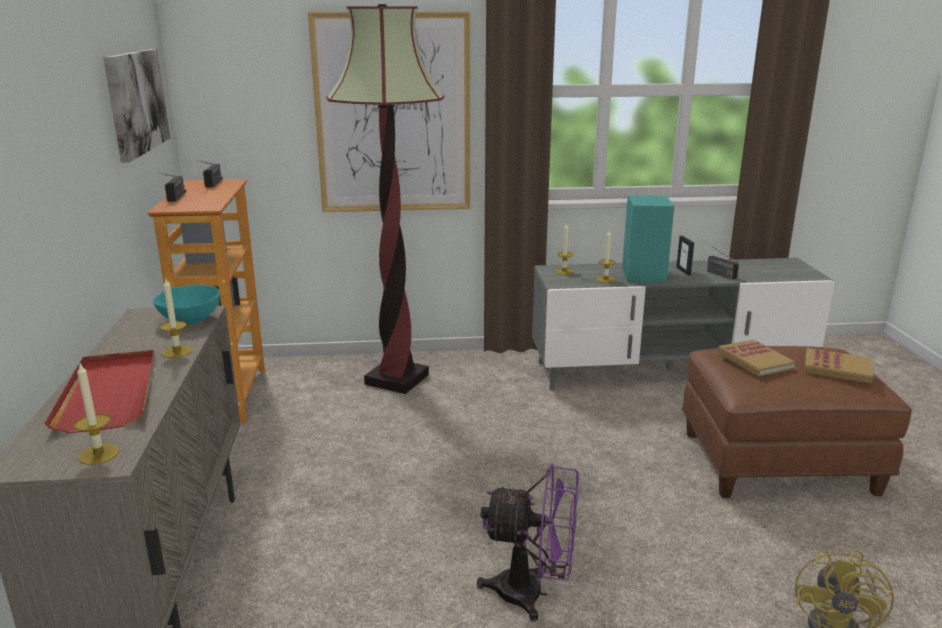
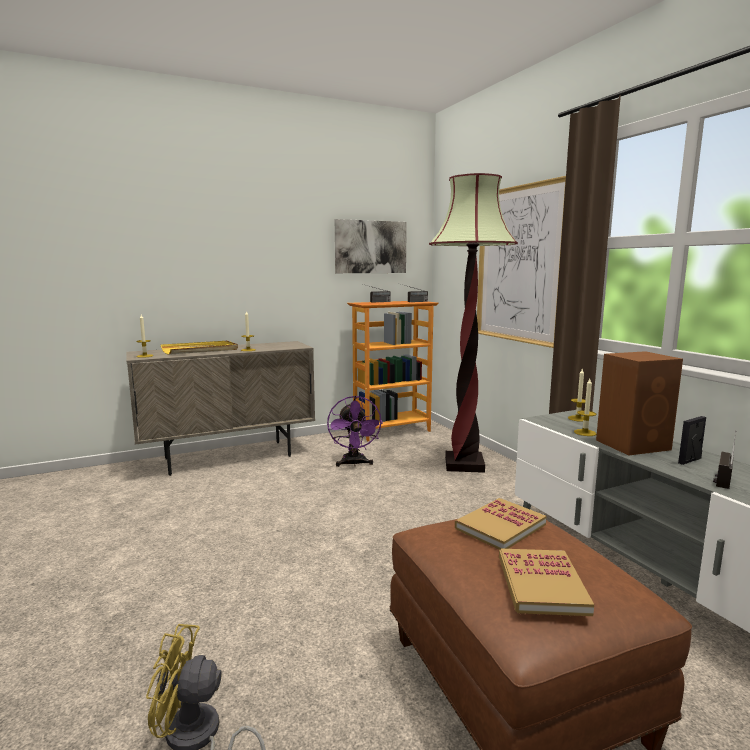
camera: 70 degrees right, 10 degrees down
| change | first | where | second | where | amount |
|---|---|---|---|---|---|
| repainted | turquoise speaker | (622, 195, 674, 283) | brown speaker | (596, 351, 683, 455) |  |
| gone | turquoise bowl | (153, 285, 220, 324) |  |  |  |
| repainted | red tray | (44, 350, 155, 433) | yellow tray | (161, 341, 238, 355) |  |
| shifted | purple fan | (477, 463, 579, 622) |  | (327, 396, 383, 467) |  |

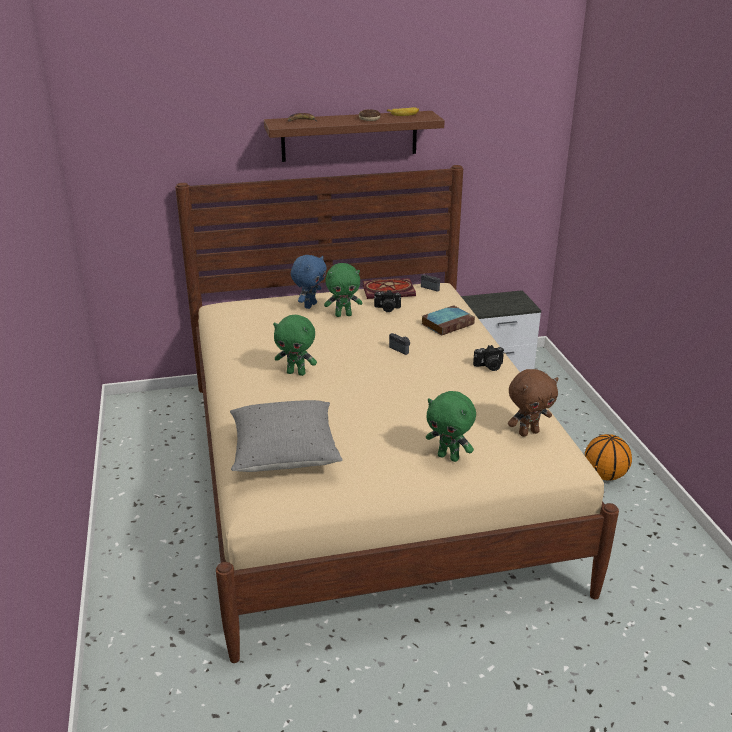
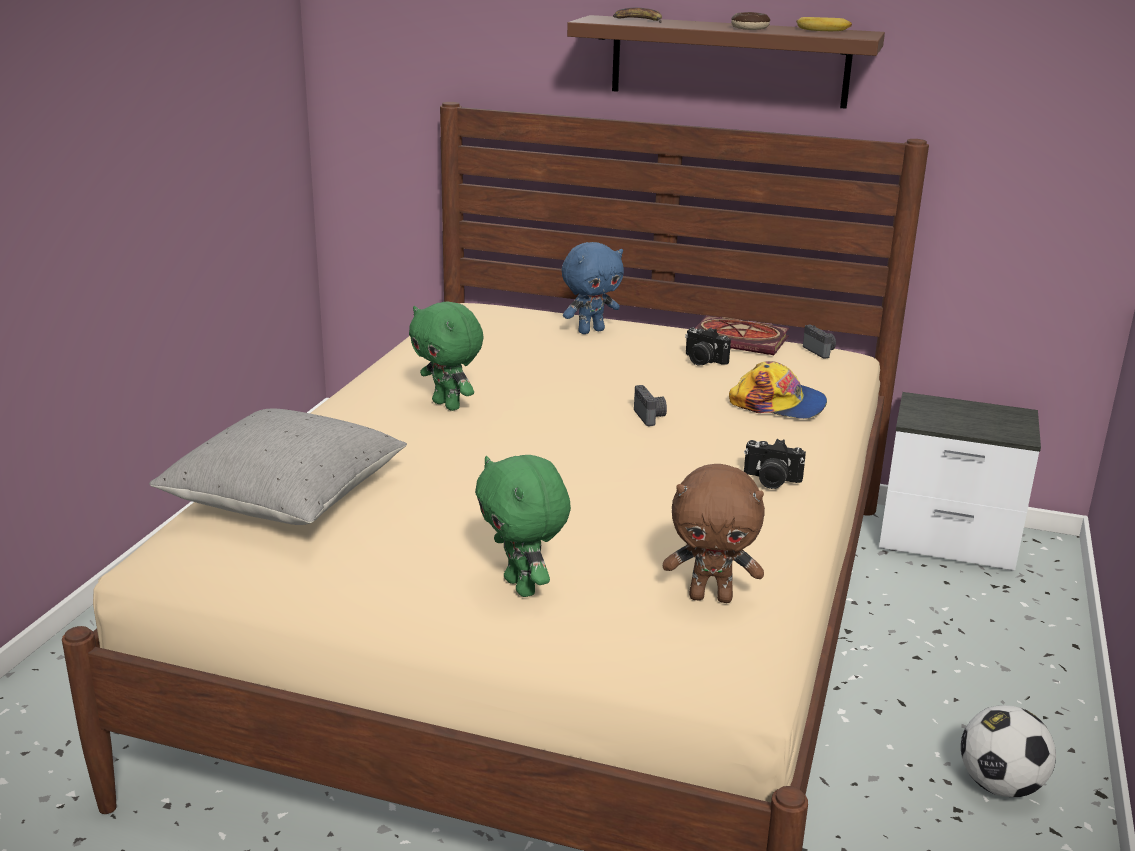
camera: 30 degrees right, 5 degrees down
| change | first | where | second | where | amount |
|---|---|---|---|---|---|
| gone | green plush toy | (324, 263, 362, 317) |  |  |  |
| swapped | book | (422, 305, 475, 336) | cap | (729, 361, 827, 419) |  |
| swapped | basketball | (585, 434, 632, 481) | football | (961, 705, 1056, 797) |  |

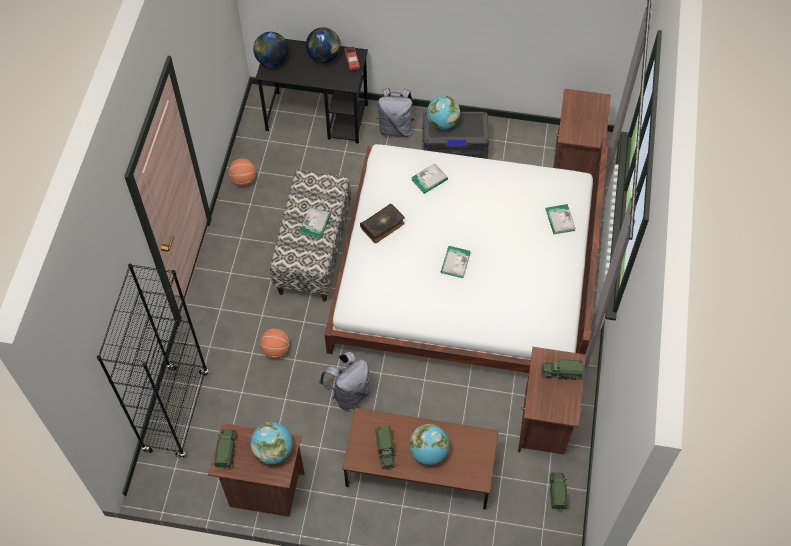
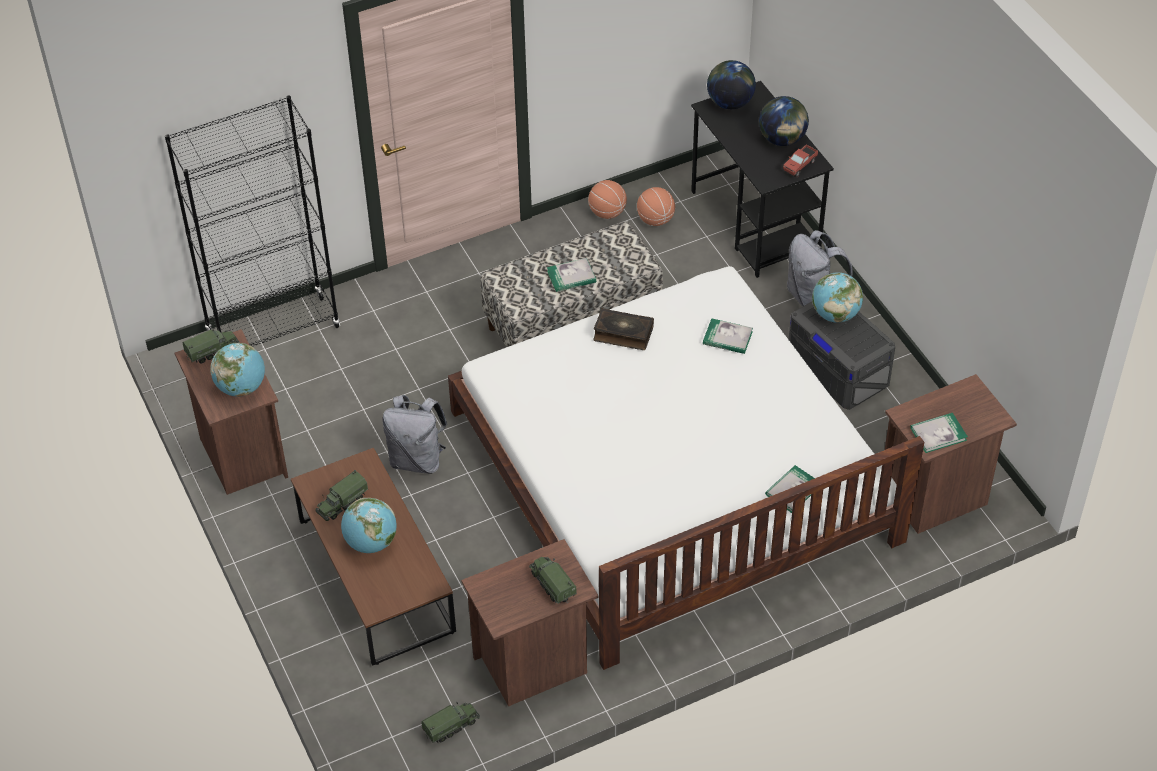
camera: 55 degrees right, 10 degrees down
| change | first | where | second | where | amount |
|---|---|---|---|---|---|
| shifted | book | (441, 246, 471, 278) |  | (910, 413, 968, 453) |  |
| shifted | basketball | (260, 328, 290, 359) |  | (637, 187, 675, 226) |  |

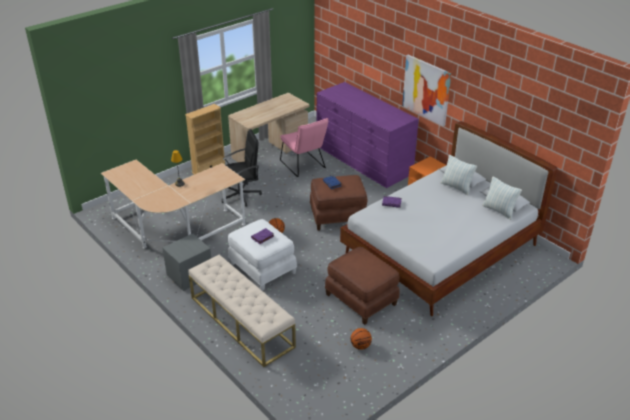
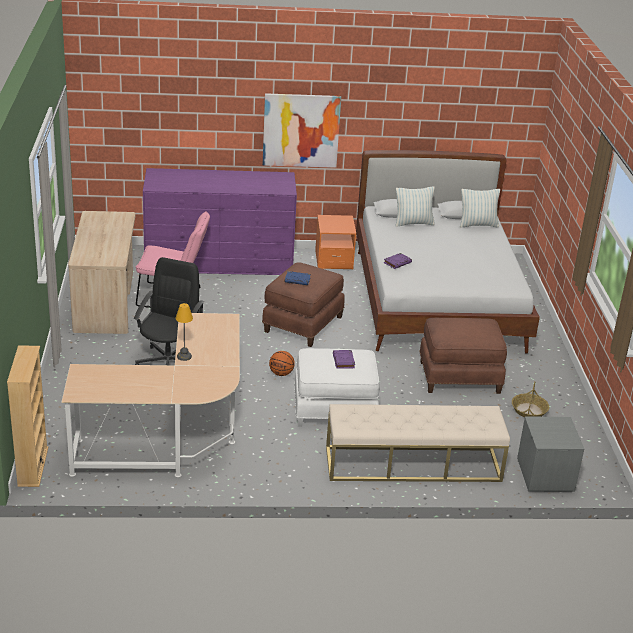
camera: 55 degrees left, 5 degrees down
| change | first | where | second | where | amount |
|---|---|---|---|---|---|
| shifted | beige bookcase | (185, 104, 225, 175) |  | (7, 345, 48, 487) |  |
| shifted | grey nightstand | (162, 233, 211, 291) |  | (517, 416, 585, 492) |  |
| swapped | basketball | (351, 328, 372, 350) | basket | (512, 382, 549, 417) |  |

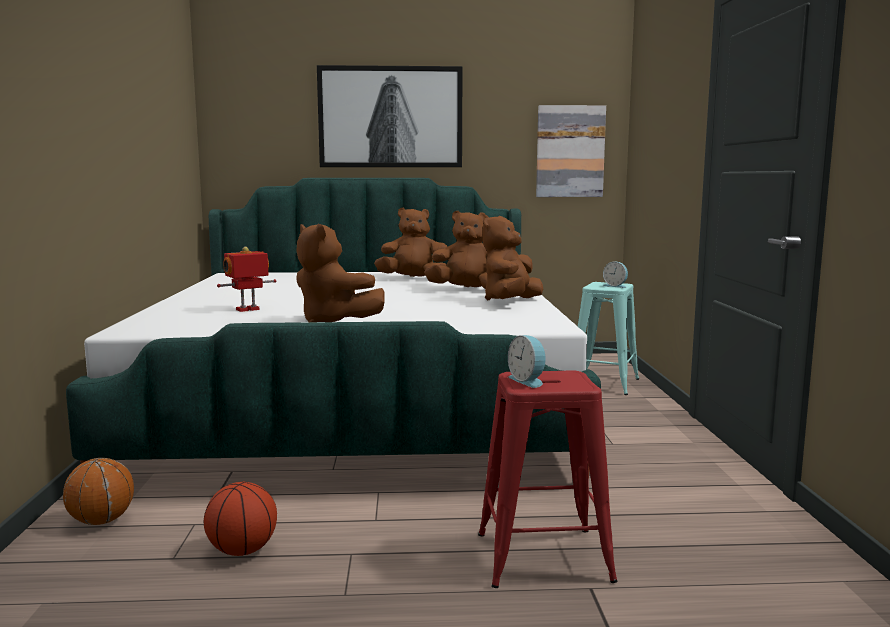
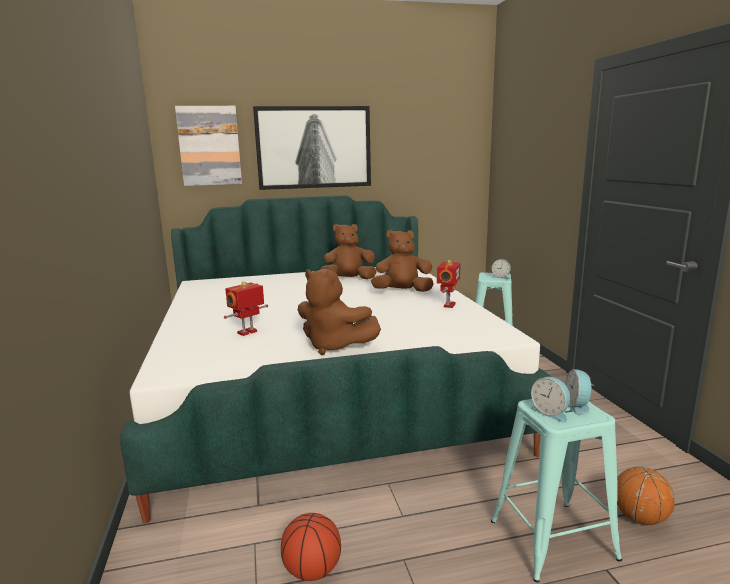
camera: 10 degrees left, 5 degrees up
| change | first | where | second | where | amount |
|---|---|---|---|---|---|
| shifted | picture | (536, 105, 606, 197) |  | (175, 106, 242, 186) |  |
| swapped | brown plush toy | (482, 215, 543, 300) | toy robot | (437, 260, 461, 308) |  |
| repainted | red stool | (478, 370, 618, 588) | turquoise stool | (491, 399, 622, 583) |  |
| shifted | basketball | (63, 458, 134, 525) |  | (617, 467, 675, 525) |  |
| new |  |  | alarm clock | (565, 369, 595, 415) |  |

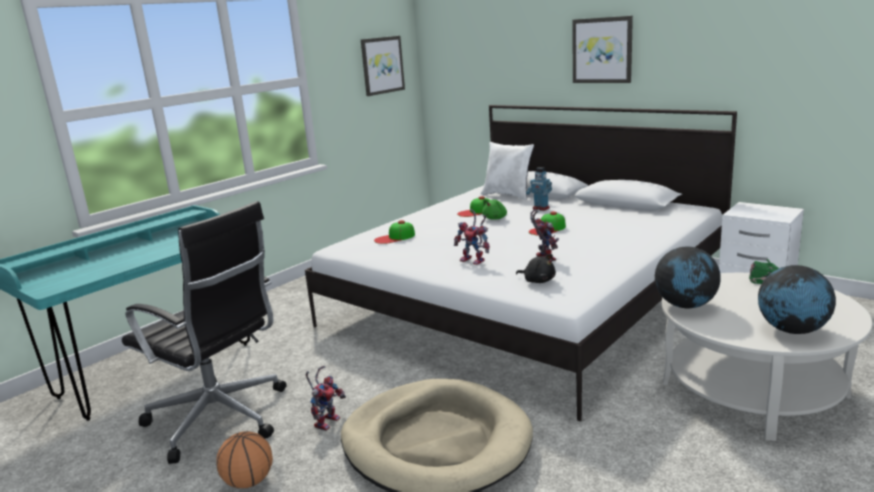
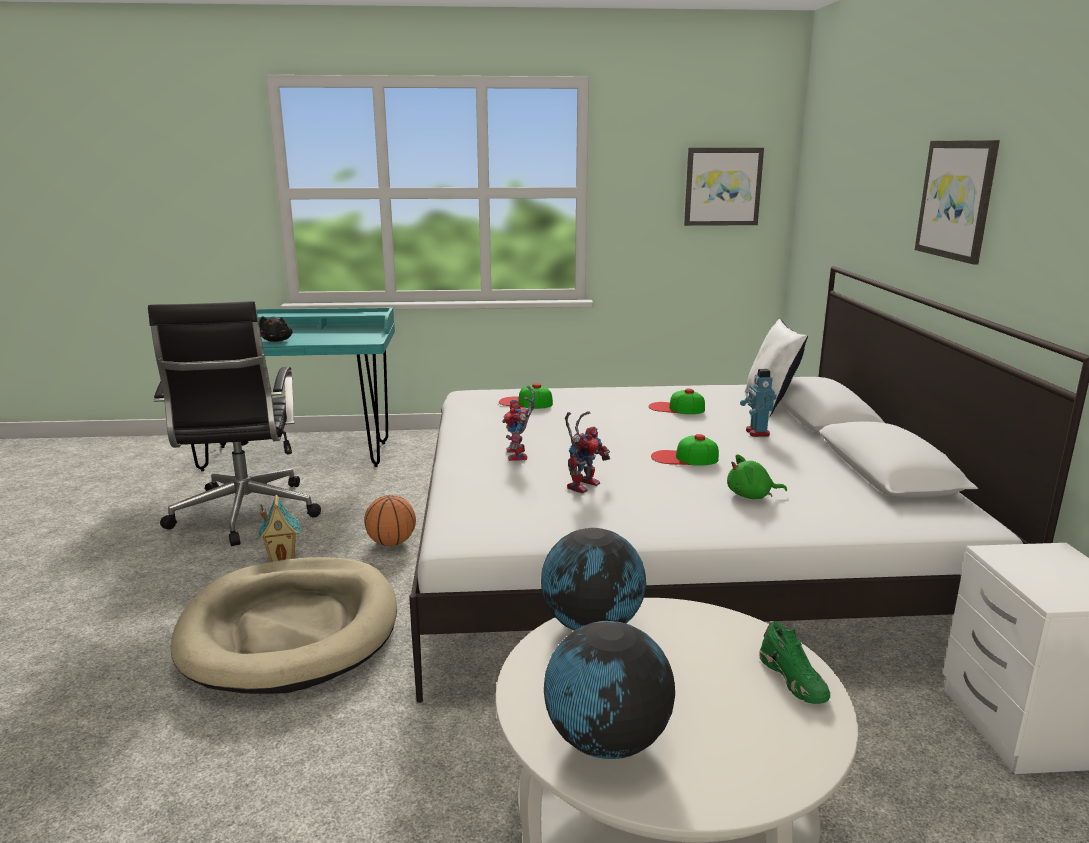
camera: 45 degrees right, 0 degrees up
| change | first | where | second | where | amount |
|---|---|---|---|---|---|
| shifted | green plush toy | (482, 199, 507, 220) |  | (727, 454, 787, 499) |  |
| shifted | black plush toy | (516, 254, 556, 283) |  | (259, 316, 293, 342) |  |
| swapped | toy robot | (305, 366, 346, 431) | toy house | (259, 495, 300, 562) |  |
| shifted | basketball | (216, 431, 273, 488) |  | (364, 495, 416, 546) |  |

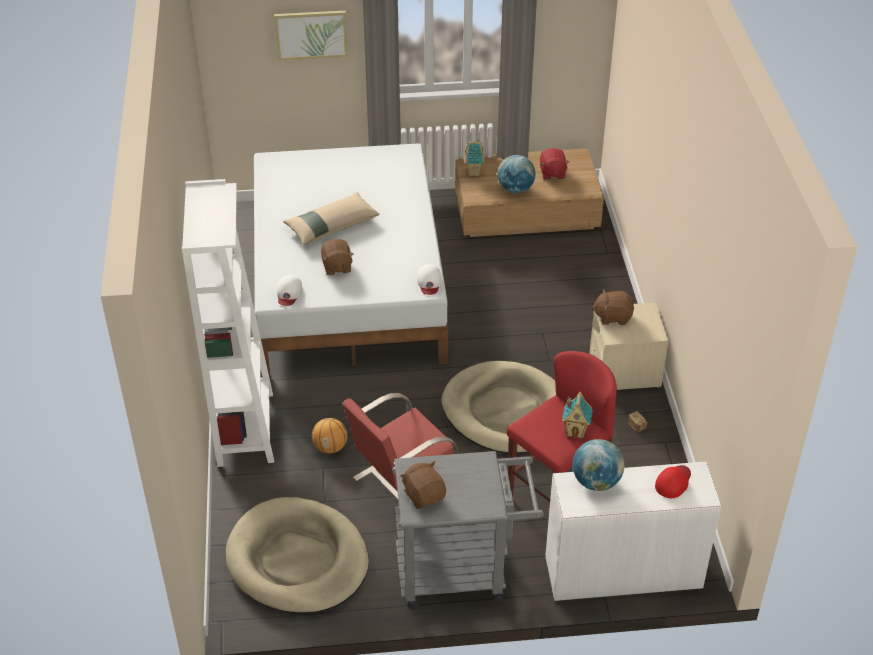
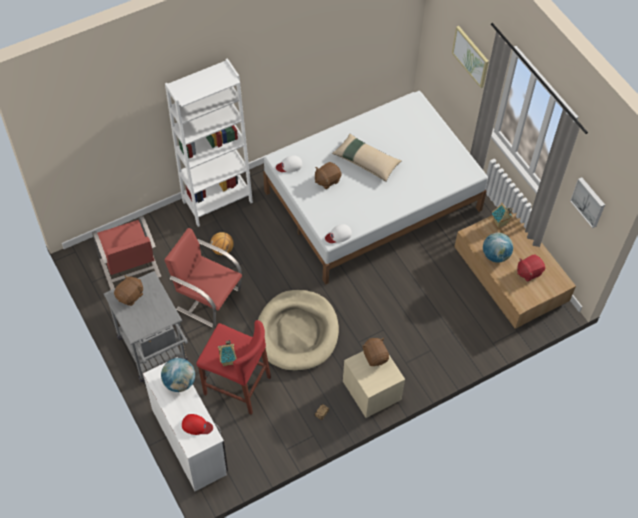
camera: 65 degrees right, 15 degrees up
| change | first | where | second | where | amount |
|---|---|---|---|---|---|
| swapped | beige dog bed | (226, 497, 369, 614) | red chair | (92, 216, 161, 290) |  |
| new |  |  | picture | (570, 177, 605, 228) |  |

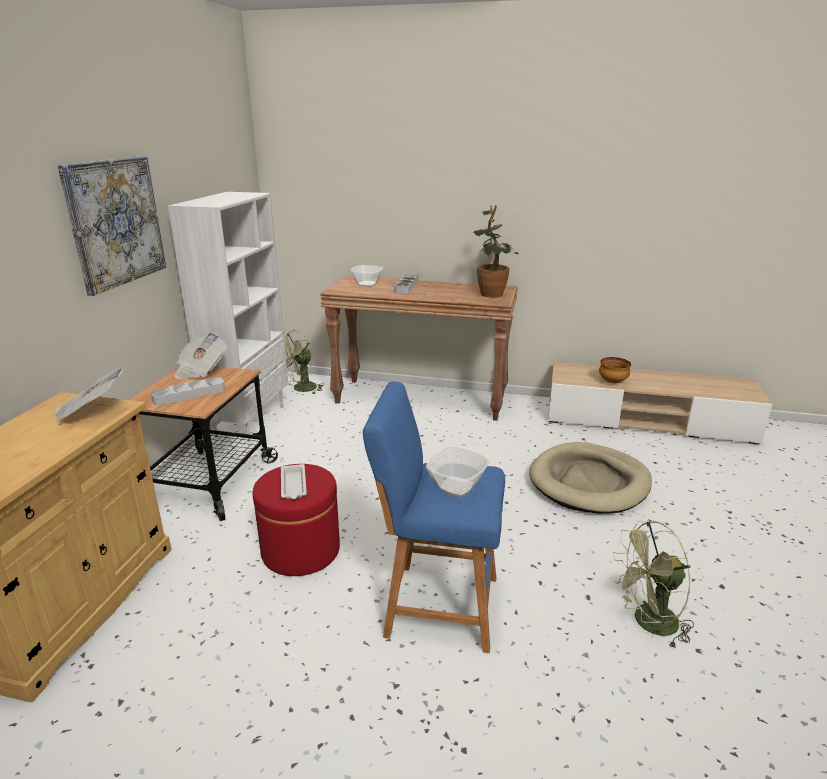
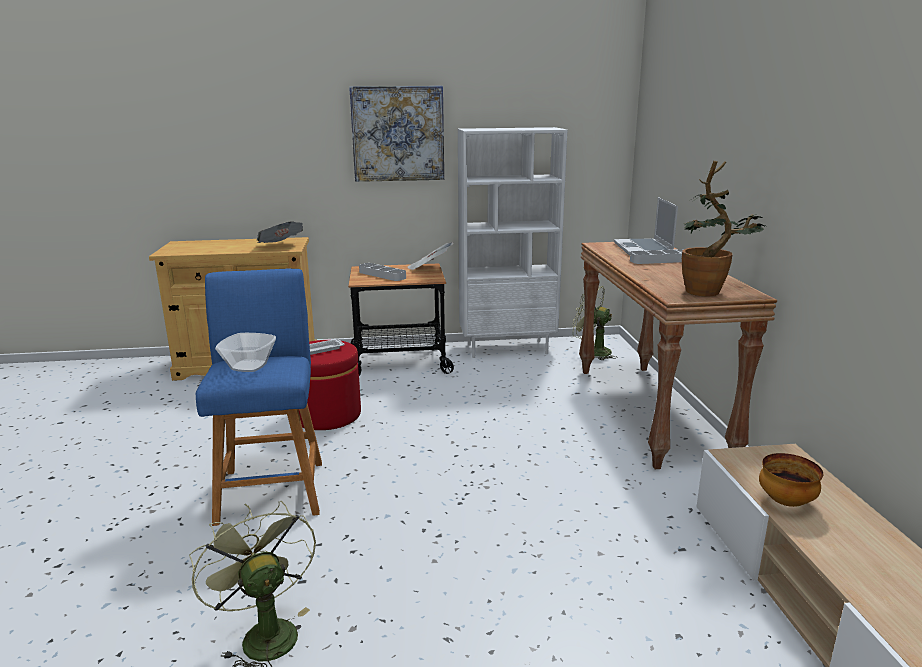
camera: 70 degrees right, 5 degrees down
| change | first | where | second | where | amount |
|---|---|---|---|---|---|
| swapped | bowl | (350, 265, 383, 286) | laptop | (614, 197, 678, 255) |  |
| gone | beige dog bed | (529, 442, 652, 514) |  |  |  |

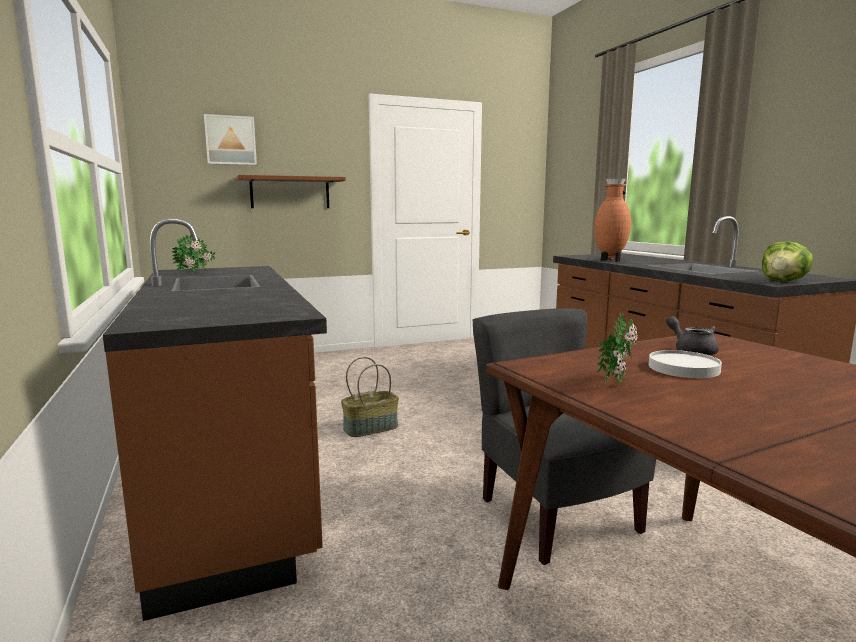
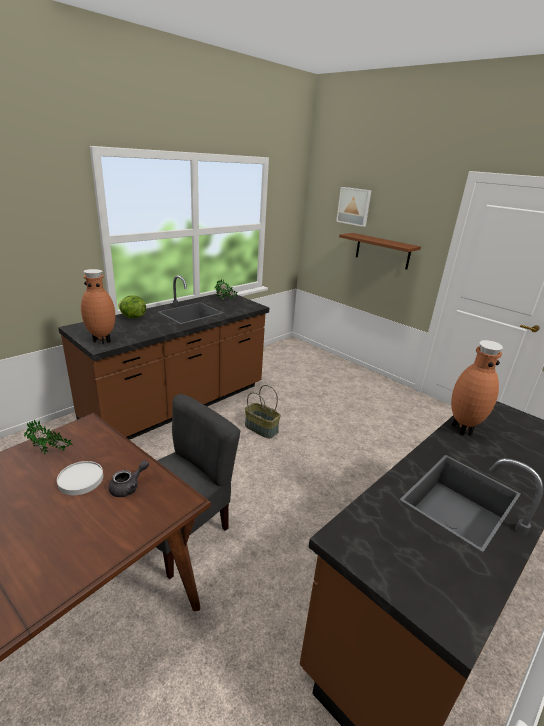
camera: 65 degrees right, 15 degrees up
| change | first | where | second | where | amount |
|---|---|---|---|---|---|
| shifted | lettuce | (762, 241, 813, 281) |  | (118, 295, 146, 318) |  |
| new |  |  | brown vase | (81, 269, 115, 344) |  |

